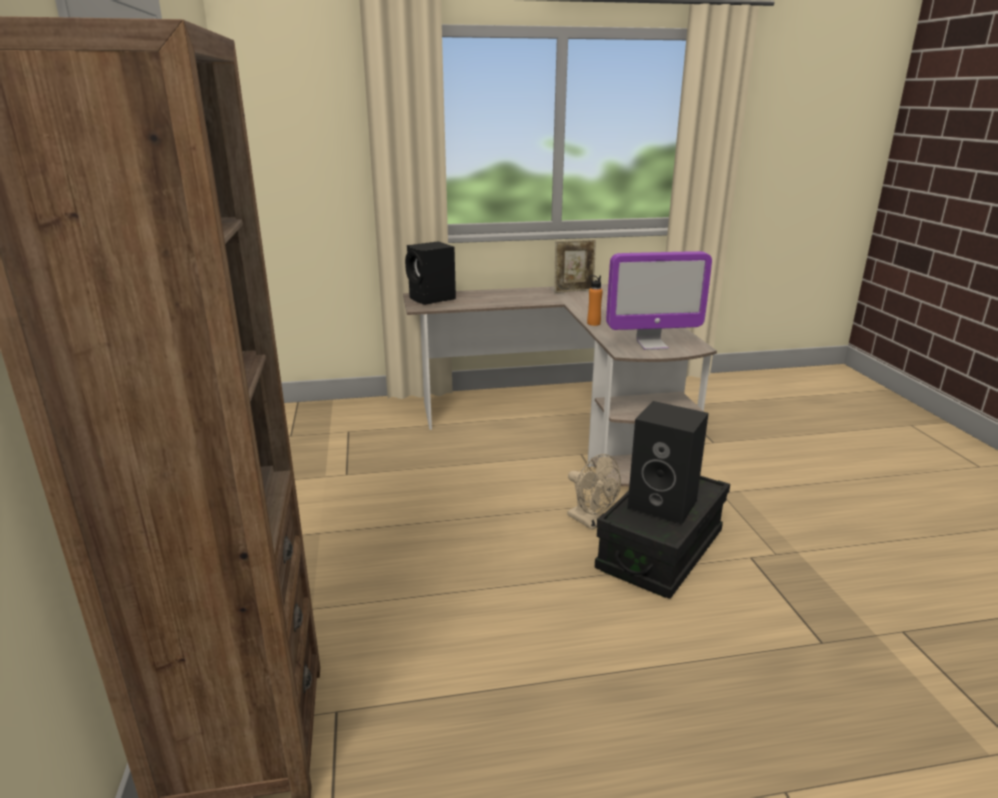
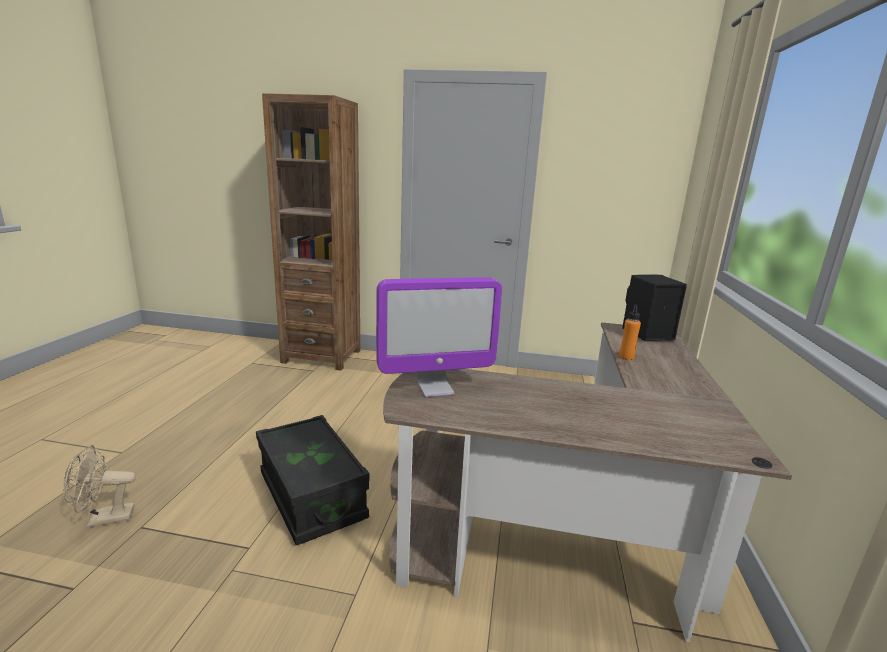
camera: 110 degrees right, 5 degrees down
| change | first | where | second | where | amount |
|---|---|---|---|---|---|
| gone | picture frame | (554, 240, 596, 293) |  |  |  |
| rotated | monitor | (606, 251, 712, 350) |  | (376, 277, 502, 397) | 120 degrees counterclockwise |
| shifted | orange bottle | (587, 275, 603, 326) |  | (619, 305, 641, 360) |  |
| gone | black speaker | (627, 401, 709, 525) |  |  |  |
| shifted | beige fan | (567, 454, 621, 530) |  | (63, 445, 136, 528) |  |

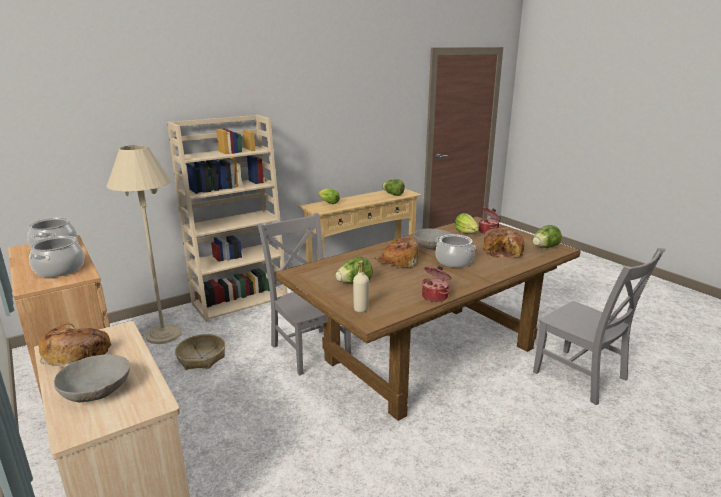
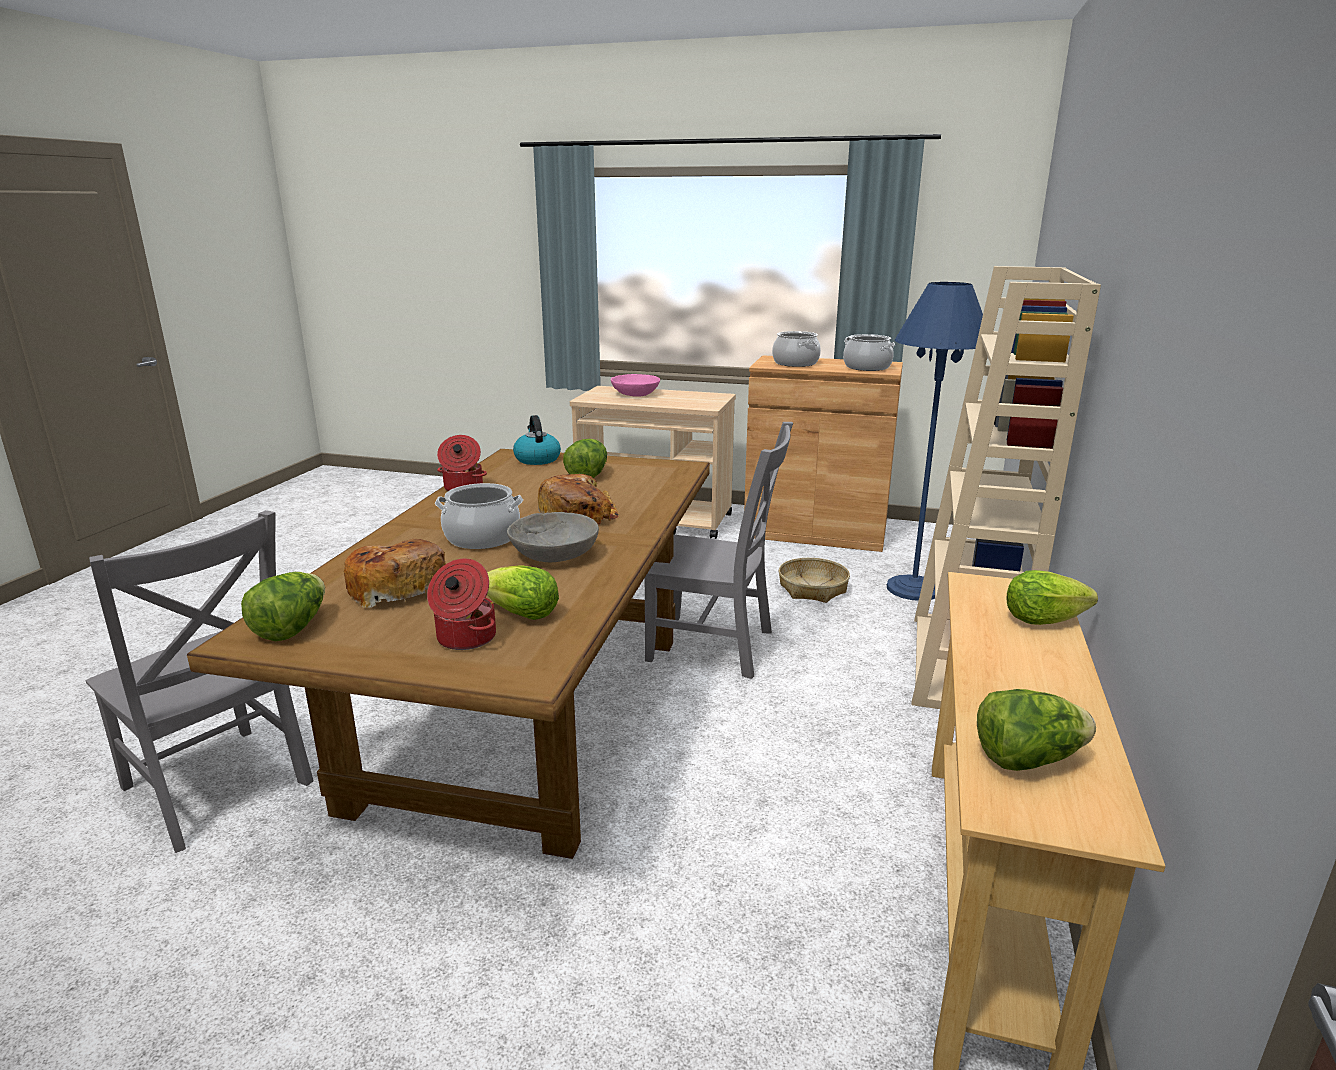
camera: 140 degrees right, 0 degrees up
| change | first | where | second | where | amount |
|---|---|---|---|---|---|
| repainted | beige floor lamp | (106, 145, 182, 344) | blue floor lamp | (887, 282, 983, 601) |  |
| rotated | grey chair | (533, 248, 665, 405) |  | (85, 510, 313, 853) | 150 degrees counterclockwise |
| swapped | beige bottle | (353, 260, 369, 312) | kettle | (513, 415, 561, 465) |  |
| gone | bread | (39, 323, 111, 366) |  |  |  |
| repainted | grey bowl | (54, 354, 130, 402) | pink bowl | (611, 374, 660, 397) |  |

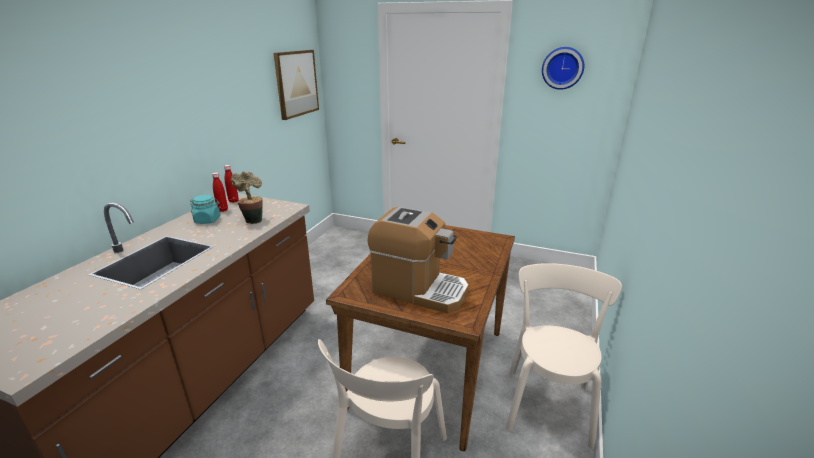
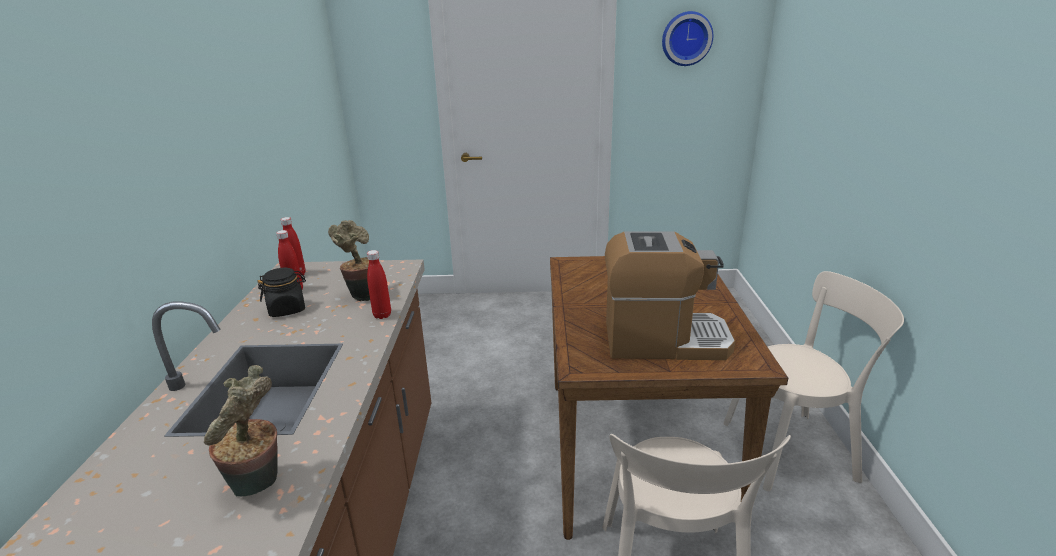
camera: 20 degrees left, 0 degrees up
| change | first | where | second | where | amount |
|---|---|---|---|---|---|
| gone | picture | (273, 50, 319, 120) |  |  |  |
| repainted | turquoise jar | (190, 195, 221, 224) | black jar | (257, 268, 306, 317) |  |
| rotated | beige chair | (506, 263, 622, 449) |  | (723, 271, 904, 491) | 90 degrees clockwise |
| new |  |  | red bottle | (367, 250, 391, 319) |  |
| new |  |  | potted plant | (204, 365, 278, 497) |  |

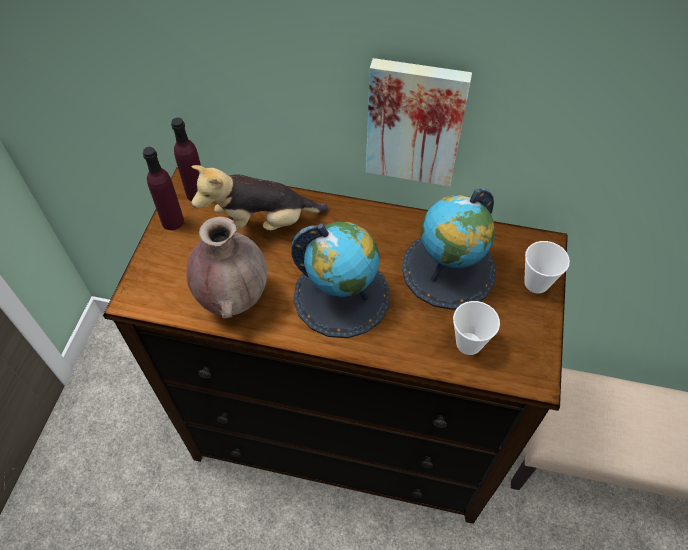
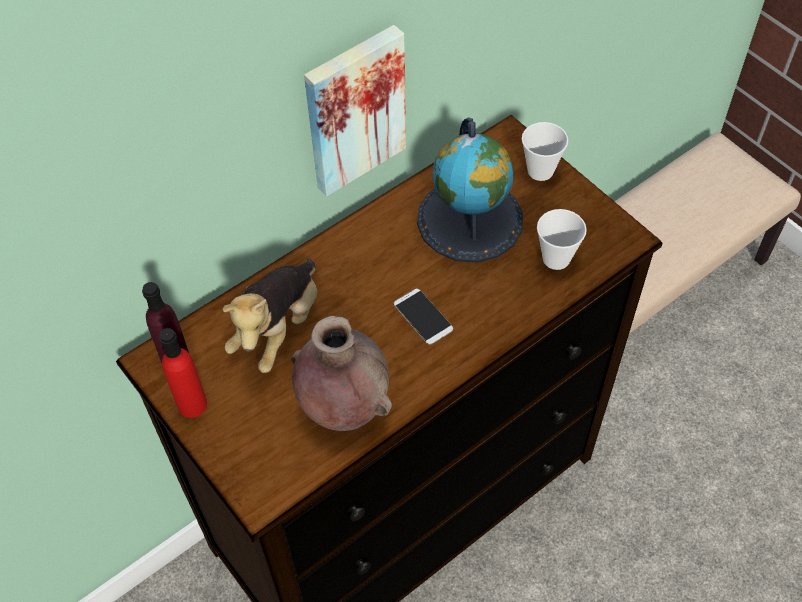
camera: 50 degrees left, 0 degrees up
| change | first | where | second | where | amount |
|---|---|---|---|---|---|
| repainted | purple bottle | (143, 147, 184, 230) | red bottle | (159, 328, 207, 418) |  |
| swapped | globe | (291, 222, 390, 338) | phone | (394, 289, 453, 344) |  |

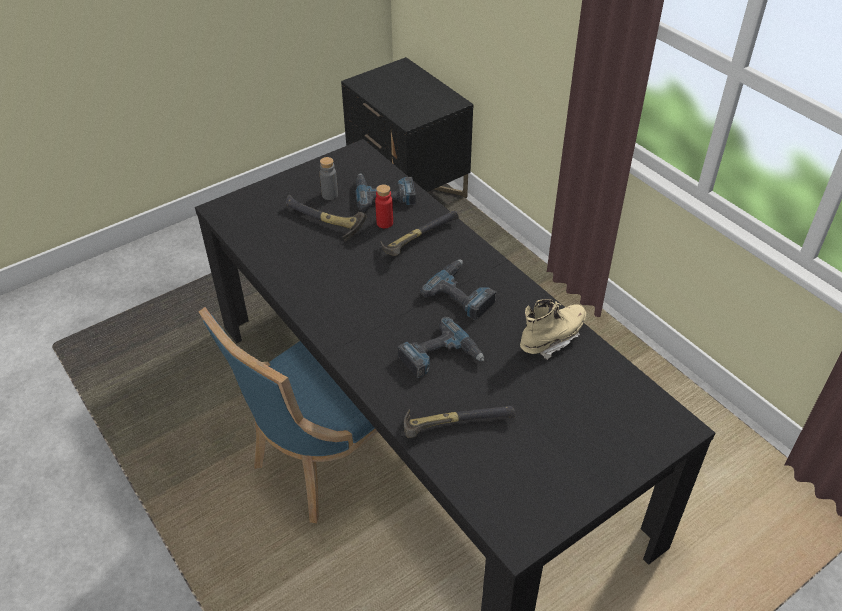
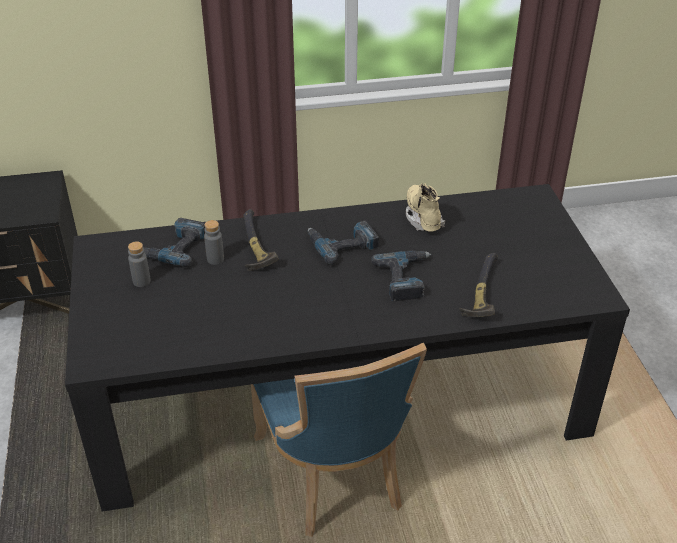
camera: 65 degrees left, 5 degrees down
| change | first | where | second | where | amount |
|---|---|---|---|---|---|
| repainted | red bottle | (375, 184, 393, 228) | grey bottle | (204, 220, 224, 265) |  |
| gone | hammer | (286, 195, 367, 241) |  |  |  |

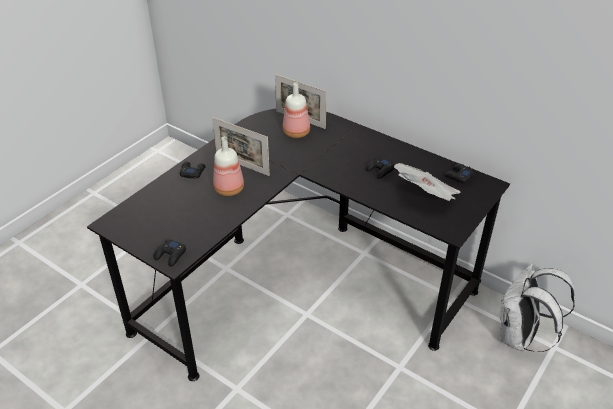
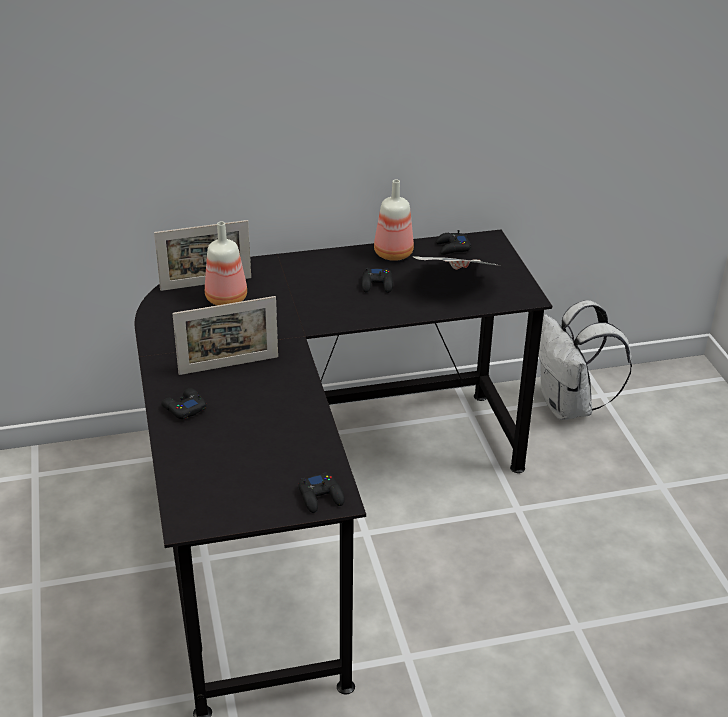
camera: 50 degrees left, 5 degrees down
| change | first | where | second | where | amount |
|---|---|---|---|---|---|
| shifted | bottle | (213, 137, 244, 196) |  | (374, 180, 414, 261) |  |

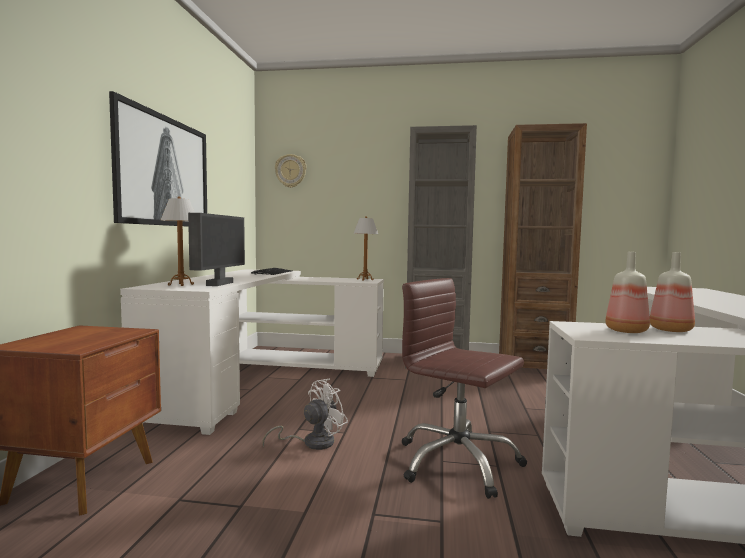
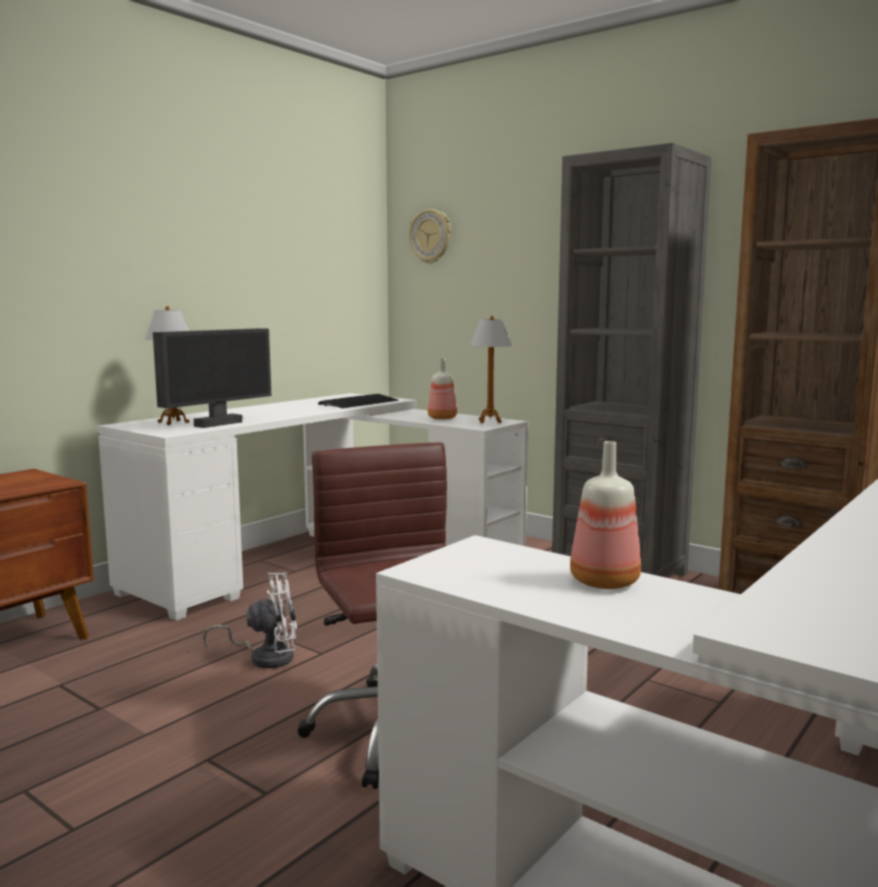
camera: 30 degrees right, 5 degrees up
| change | first | where | second | where | amount |
|---|---|---|---|---|---|
| gone | picture | (109, 91, 207, 227) |  |  |  |
| shifted | bottle | (605, 252, 650, 333) |  | (428, 358, 457, 420) |  |

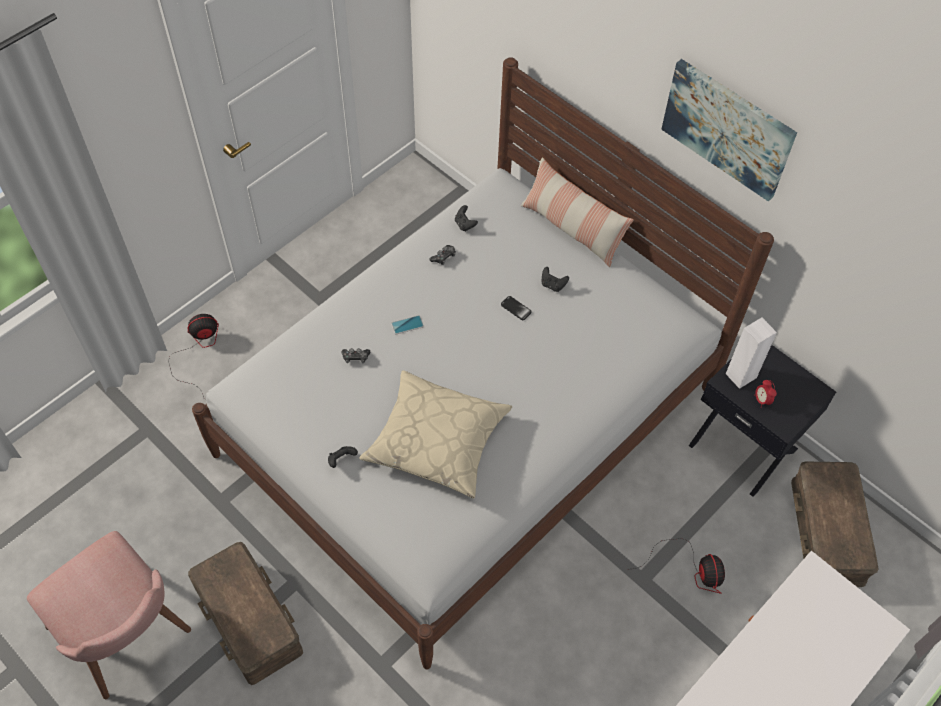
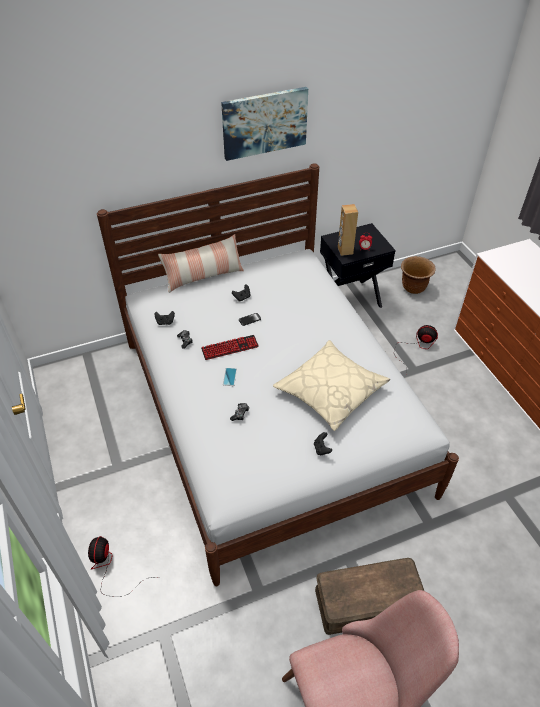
camera: 65 degrees left, 10 degrees down
| change | first | where | second | where | amount |
|---|---|---|---|---|---|
| repainted | white speaker | (726, 318, 777, 389) | brown speaker | (338, 204, 358, 256) |  |
| swapped | brown storage box | (791, 462, 879, 587) | brown planter | (401, 256, 436, 294) |  |
| new |  |  | keyboard | (201, 335, 259, 360) |  |

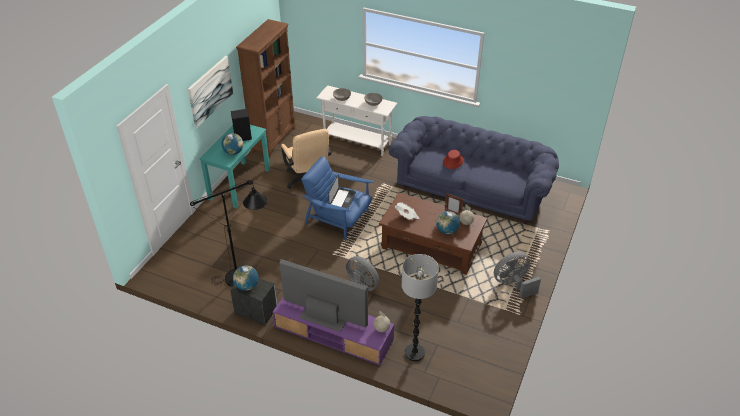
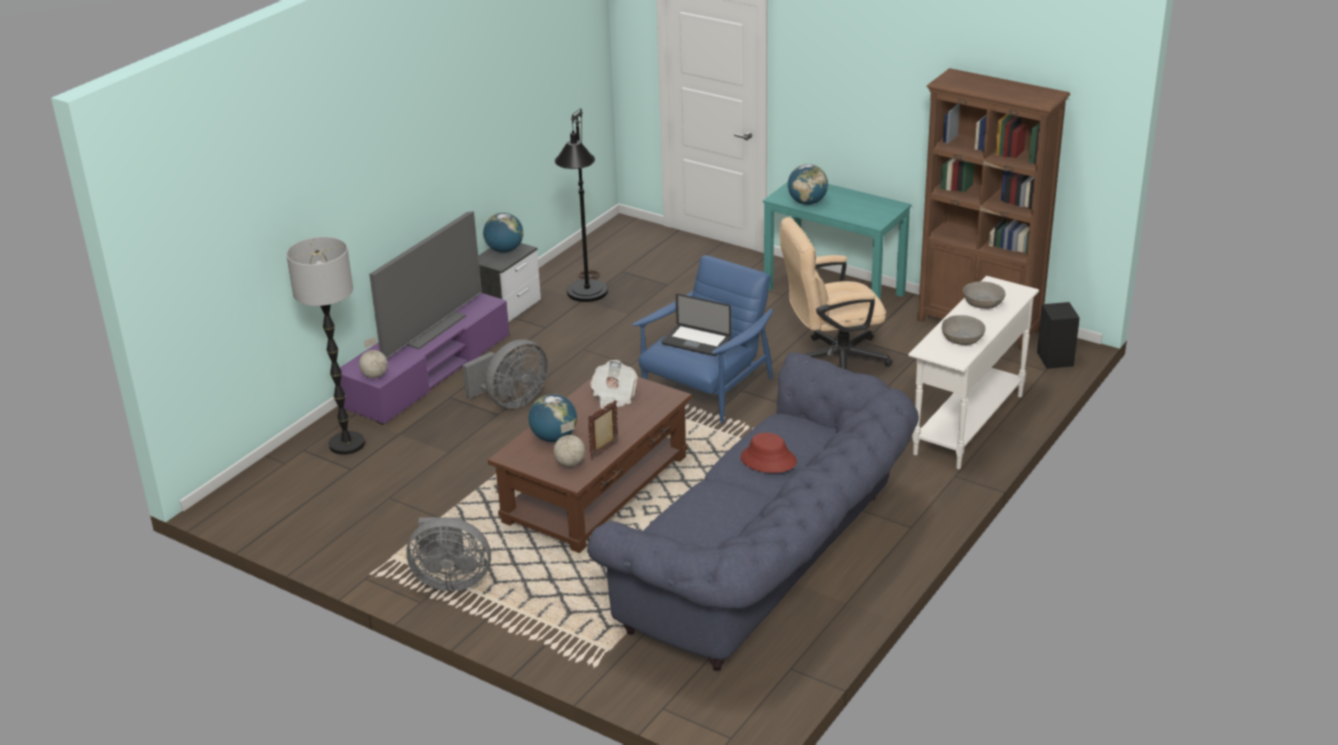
camera: 100 degrees right, 10 degrees down
| change | first | where | second | where | amount |
|---|---|---|---|---|---|
| gone | picture | (188, 56, 233, 127) |  |  |  |
| shifted | black speaker | (231, 109, 252, 141) |  | (1037, 302, 1080, 369) |  |
| rotated | grey fan | (494, 252, 541, 298) |  | (406, 517, 491, 591) | 105 degrees clockwise |

